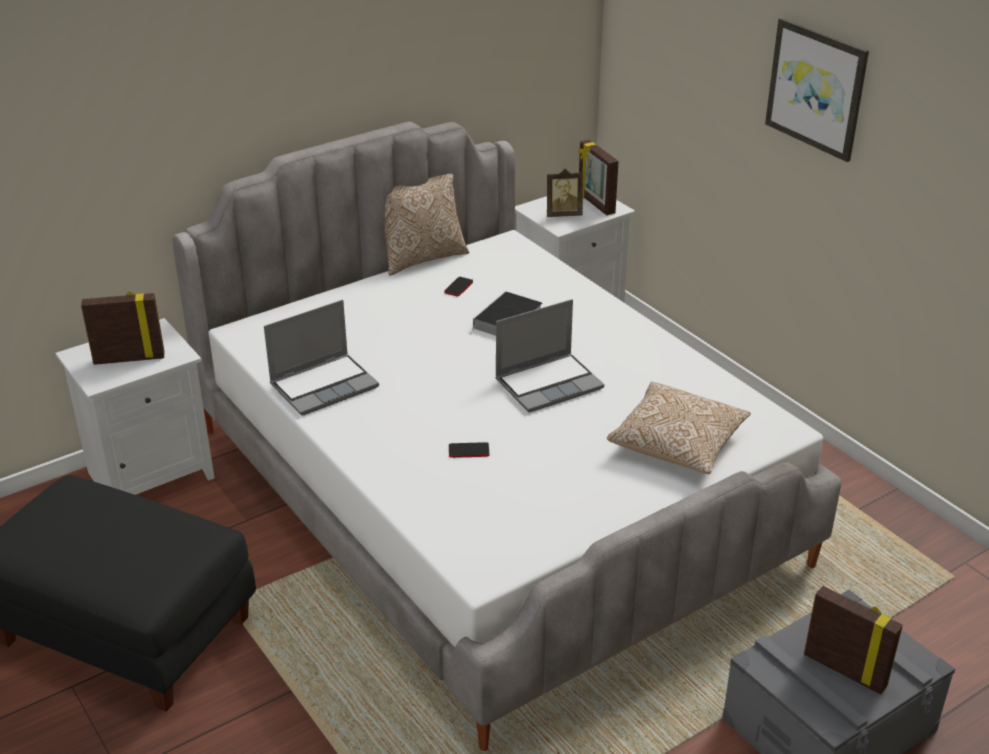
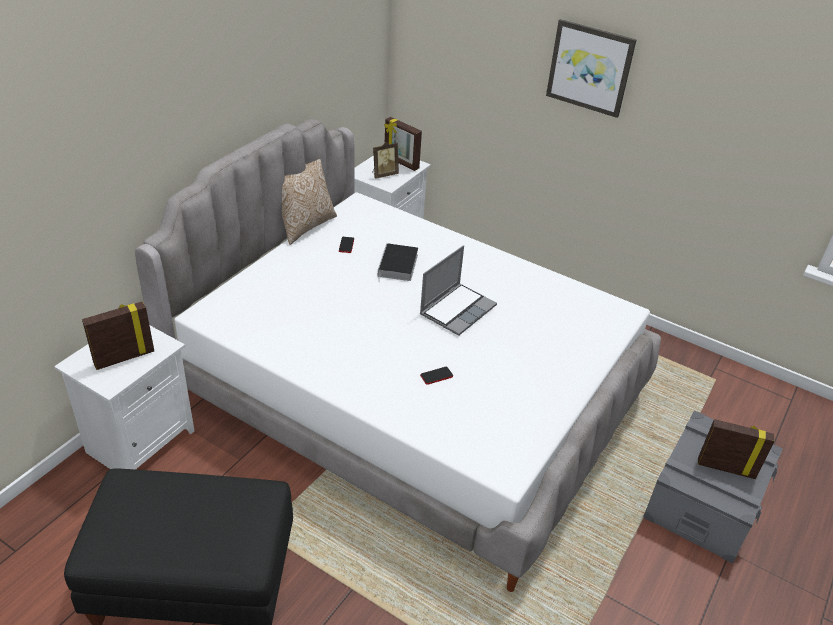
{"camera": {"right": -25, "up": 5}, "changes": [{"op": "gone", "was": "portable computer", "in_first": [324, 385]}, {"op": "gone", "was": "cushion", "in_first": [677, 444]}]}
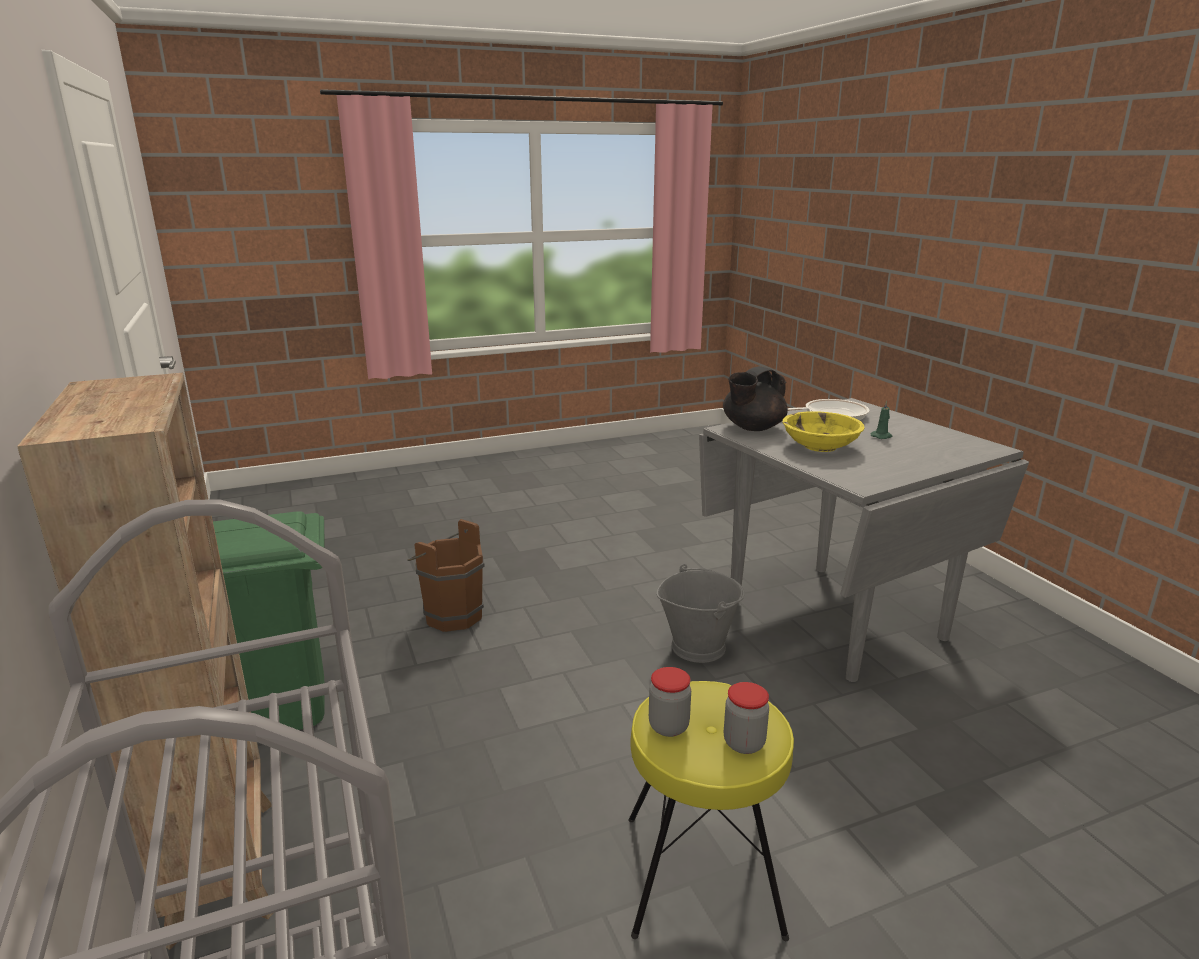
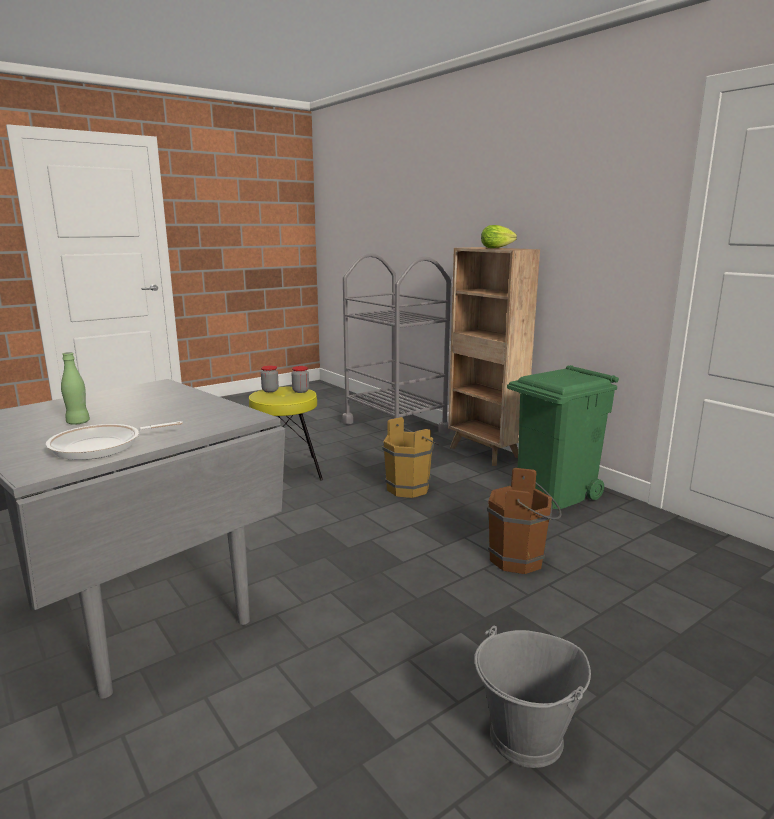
{"camera": {"right": 165, "up": -5}, "changes": [{"op": "gone", "was": "black pot for tea", "in_first": [752, 428]}, {"op": "gone", "was": "yellow-coloured serving bowl", "in_first": [820, 446]}, {"op": "new", "now": "brown-coloured water bucket", "in_second": [411, 488]}, {"op": "new", "now": "lettuce head", "in_second": [498, 248]}, {"op": "shifted", "was": "grey water bucket", "in_first": [698, 646], "in_second": [526, 738]}, {"op": "swapped", "was": "green wax light", "now": "green beverage bottle", "in_first": [882, 436], "in_second": [78, 422]}]}
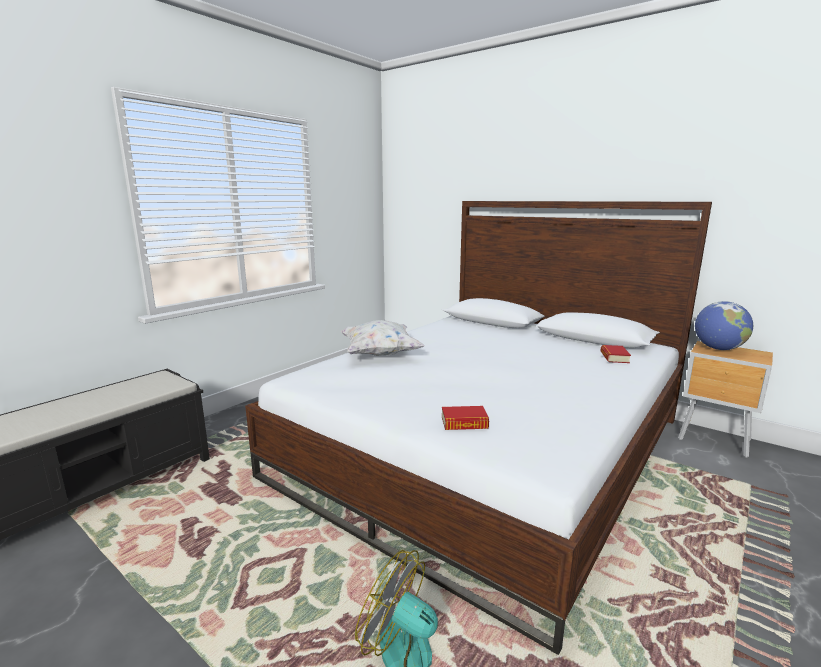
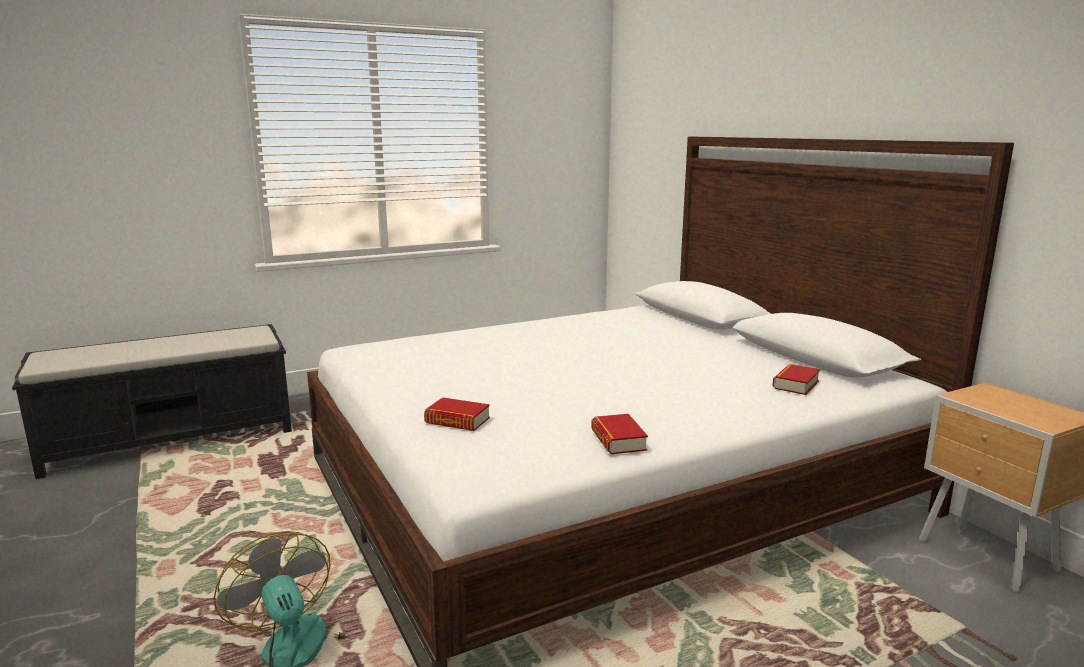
{"camera": {"right": 25, "up": 0}, "changes": [{"op": "gone", "was": "whitish cushion", "in_first": [379, 354]}, {"op": "gone", "was": "desk globe", "in_first": [718, 349]}, {"op": "new", "now": "book", "in_second": [618, 440]}]}
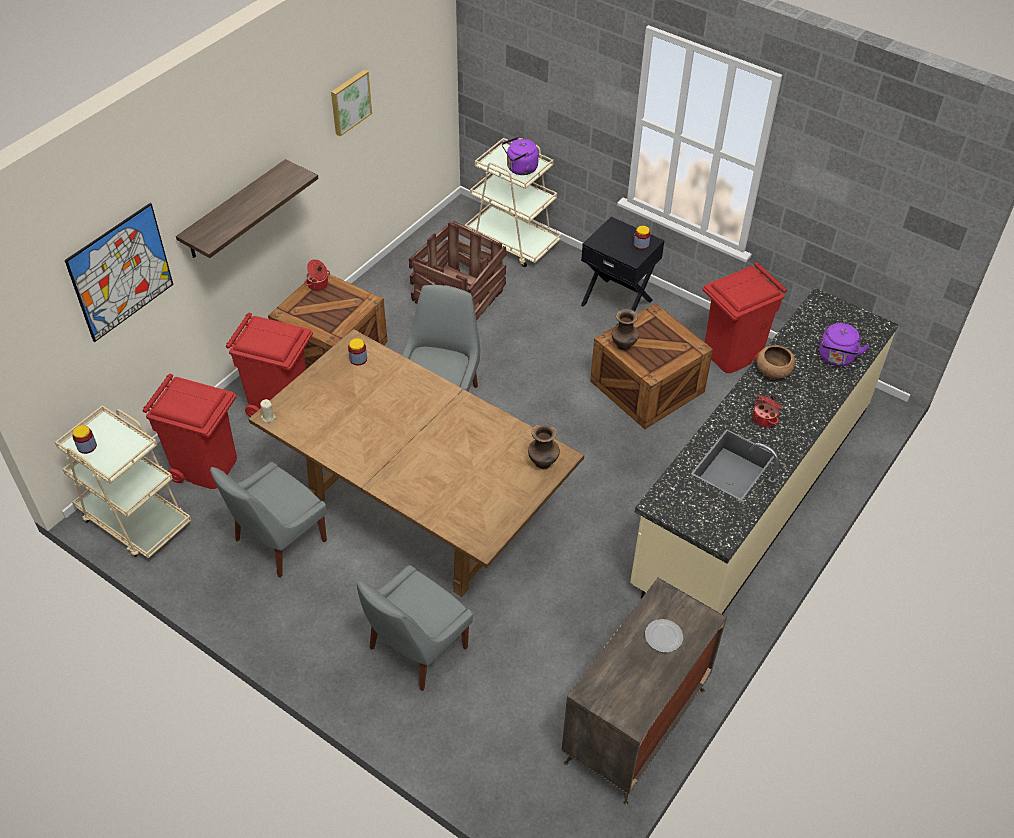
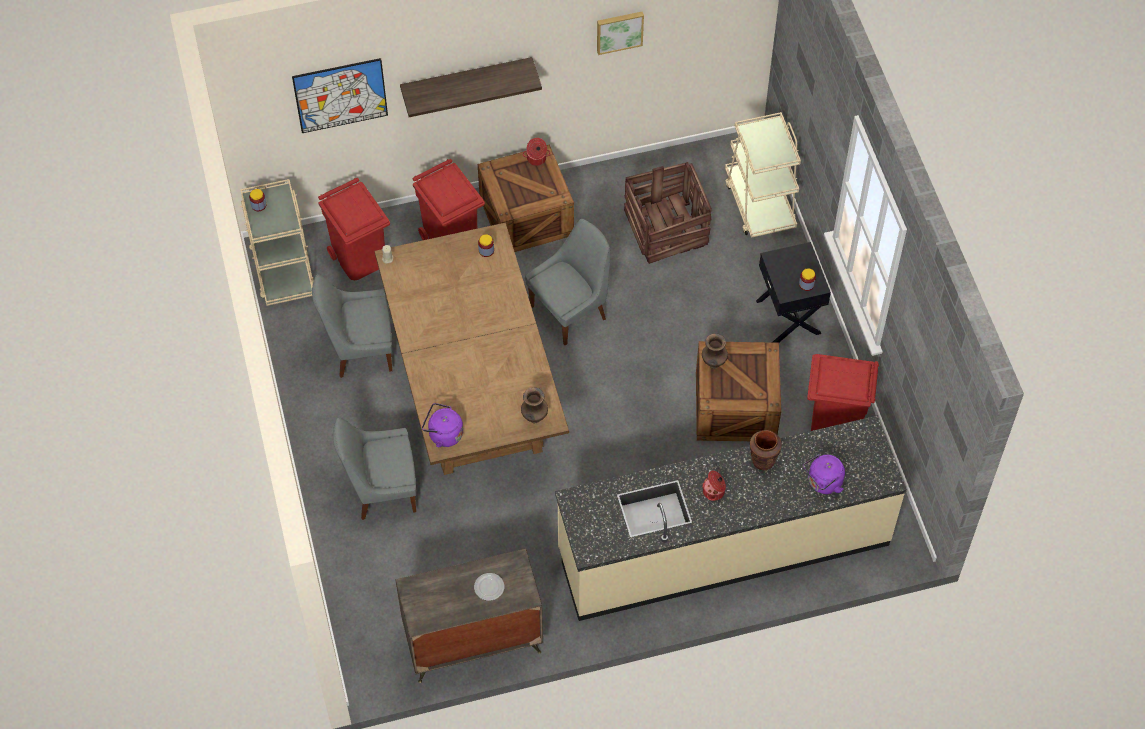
{"camera": {"right": 40, "up": 10}, "changes": [{"op": "shifted", "was": "purple-coloured kettle", "in_first": [520, 169], "in_second": [443, 434]}, {"op": "swapped", "was": "brown-coloured serving bowl", "now": "brown-coloured vase", "in_first": [773, 371], "in_second": [763, 461]}]}
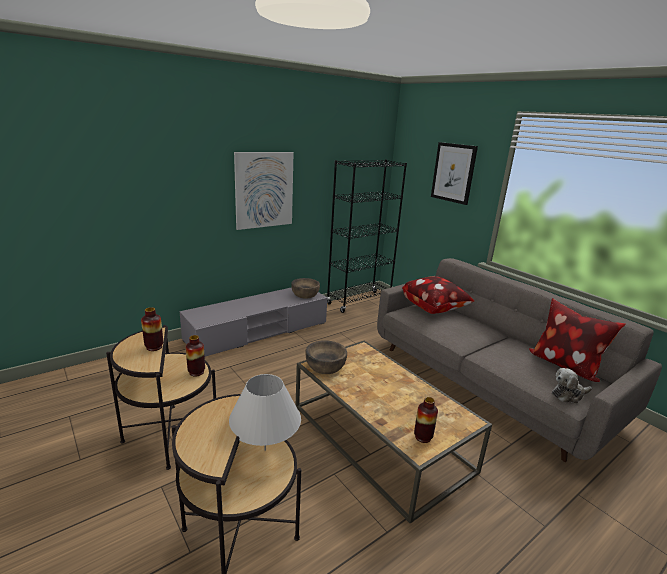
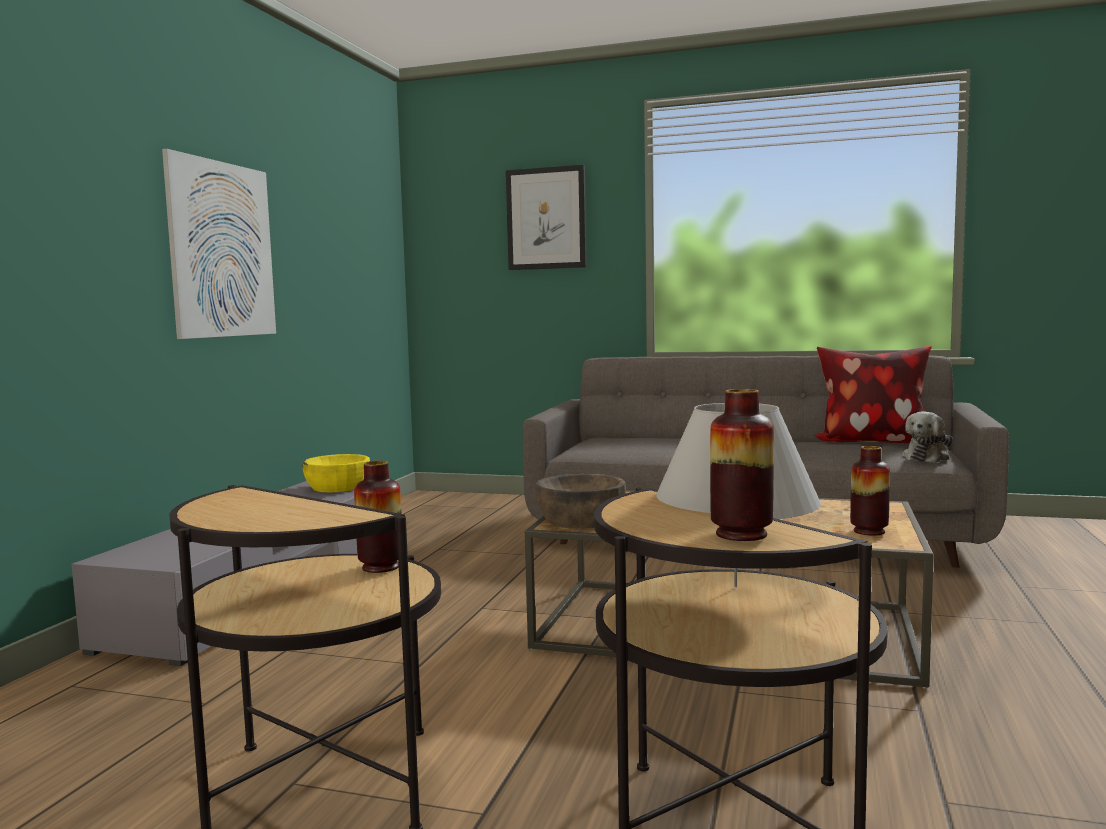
{"camera": {"right": -35, "up": -15}, "changes": [{"op": "gone", "was": "black bookshelf", "in_first": [359, 301]}, {"op": "gone", "was": "cushion", "in_first": [434, 308]}, {"op": "shifted", "was": "vase", "in_first": [154, 347], "in_second": [741, 534]}, {"op": "repainted", "was": "brown-coloured serving bowl", "now": "yellow-coloured serving bowl", "in_first": [305, 294], "in_second": [337, 487]}]}
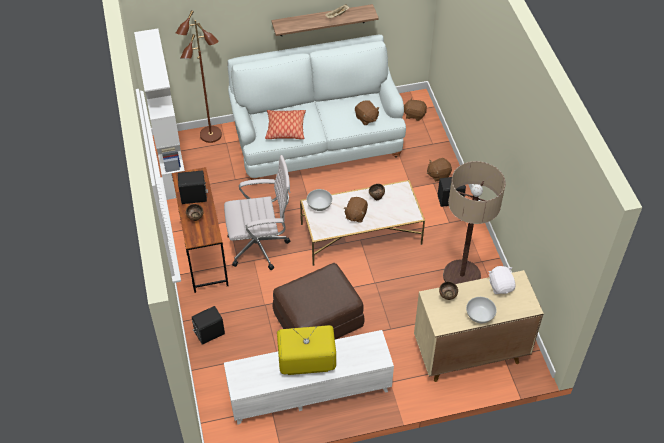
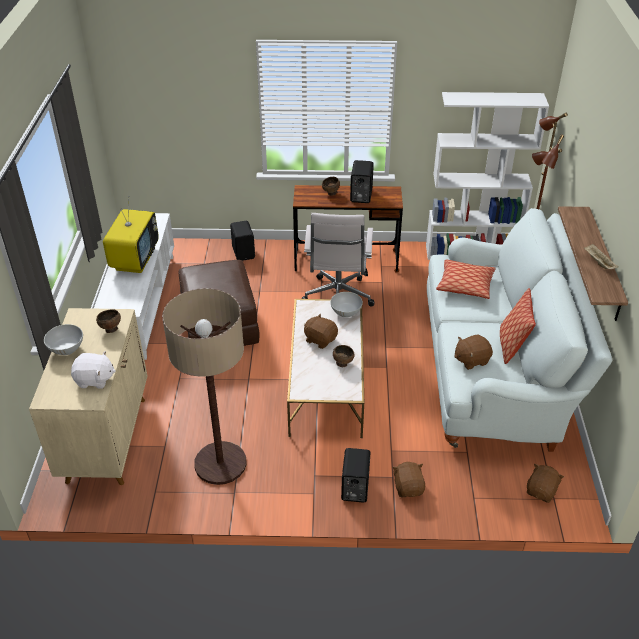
{"camera": {"right": 105, "up": -10}, "changes": [{"op": "new", "now": "cushion", "in_second": [511, 345]}]}
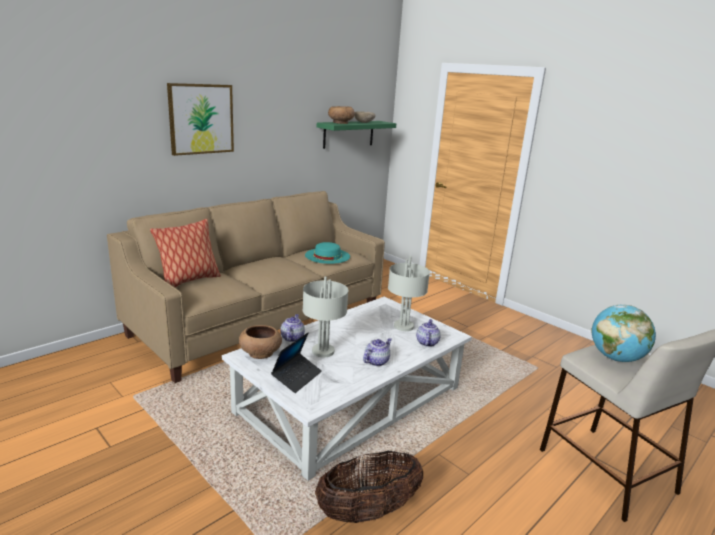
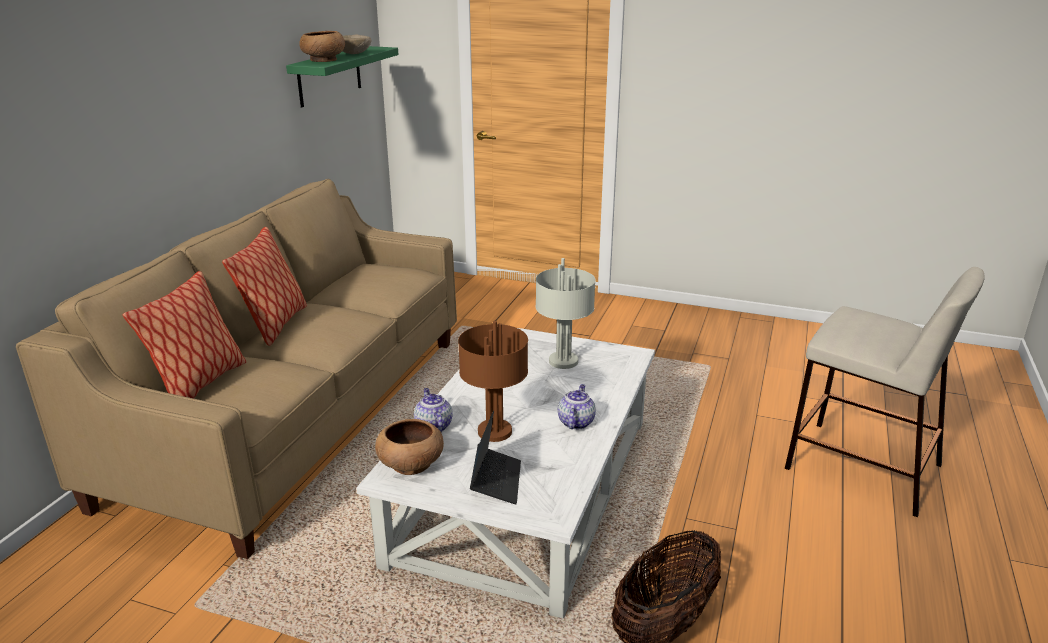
{"camera": {"right": -25, "up": 5}, "changes": [{"op": "gone", "was": "picture", "in_first": [201, 119]}, {"op": "gone", "was": "turquoise-coloured wearable hat", "in_first": [327, 255]}, {"op": "gone", "was": "pot for tea", "in_first": [427, 342]}, {"op": "gone", "was": "desk globe", "in_first": [615, 358]}, {"op": "new", "now": "cushion", "in_second": [275, 325]}, {"op": "repainted", "was": "grey table lamp", "now": "brown-coloured table lamp", "in_first": [322, 351], "in_second": [493, 432]}]}
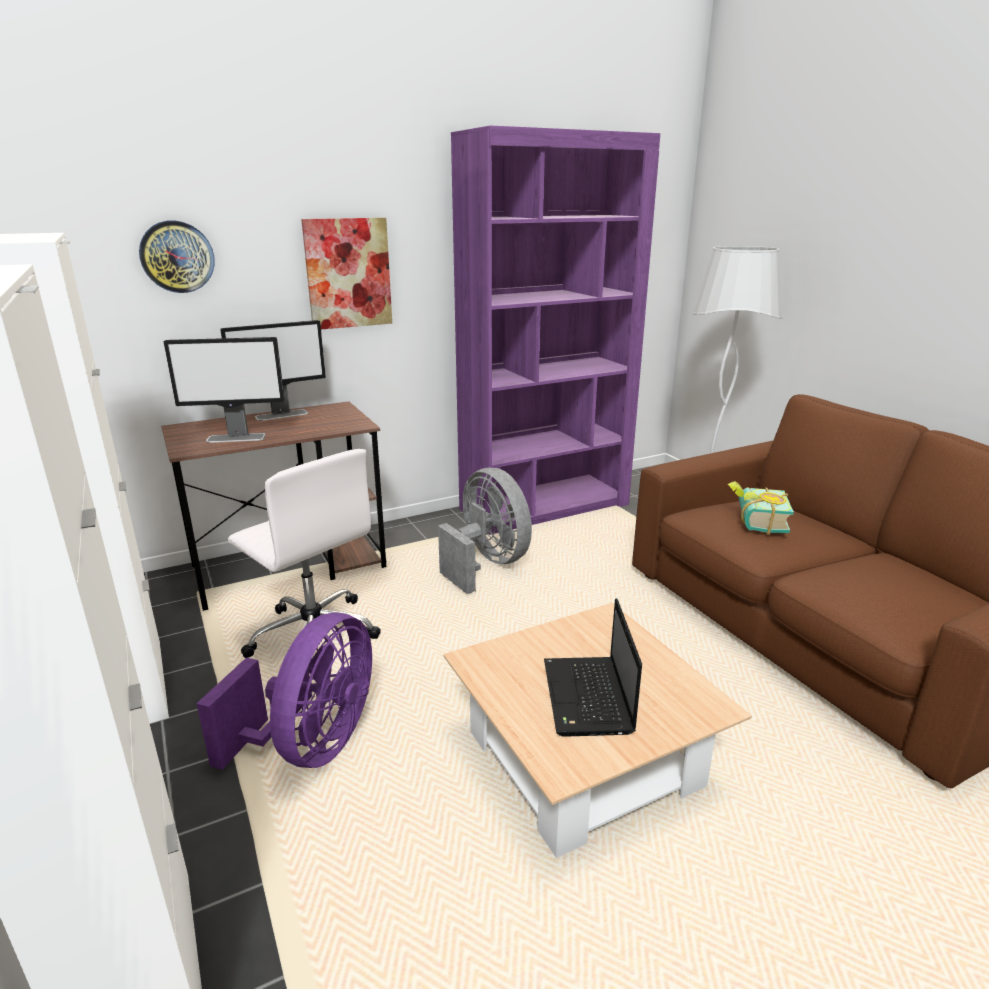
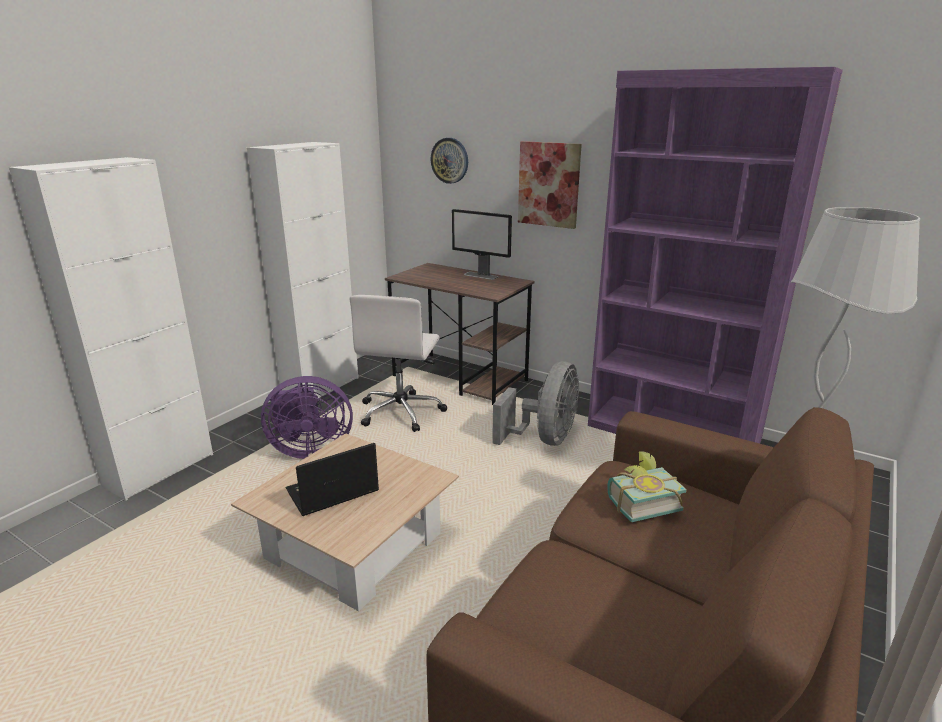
{"camera": {"right": 60, "up": 0}, "changes": [{"op": "gone", "was": "monitor", "in_first": [237, 438]}]}
